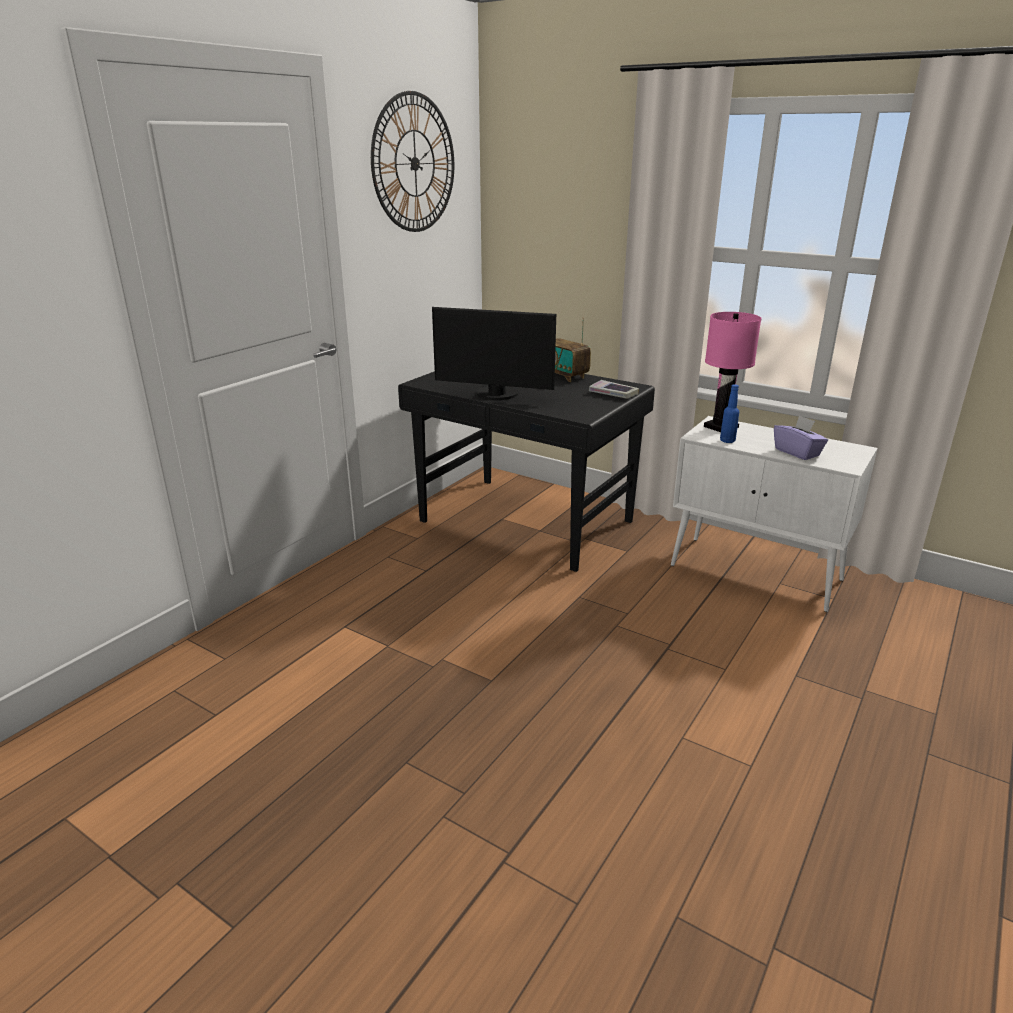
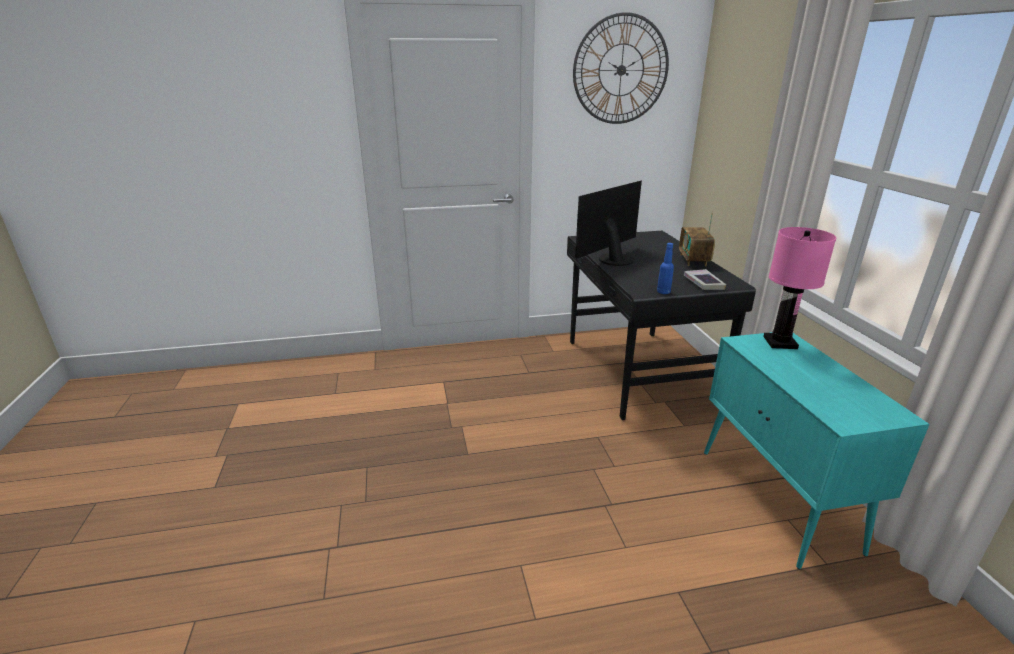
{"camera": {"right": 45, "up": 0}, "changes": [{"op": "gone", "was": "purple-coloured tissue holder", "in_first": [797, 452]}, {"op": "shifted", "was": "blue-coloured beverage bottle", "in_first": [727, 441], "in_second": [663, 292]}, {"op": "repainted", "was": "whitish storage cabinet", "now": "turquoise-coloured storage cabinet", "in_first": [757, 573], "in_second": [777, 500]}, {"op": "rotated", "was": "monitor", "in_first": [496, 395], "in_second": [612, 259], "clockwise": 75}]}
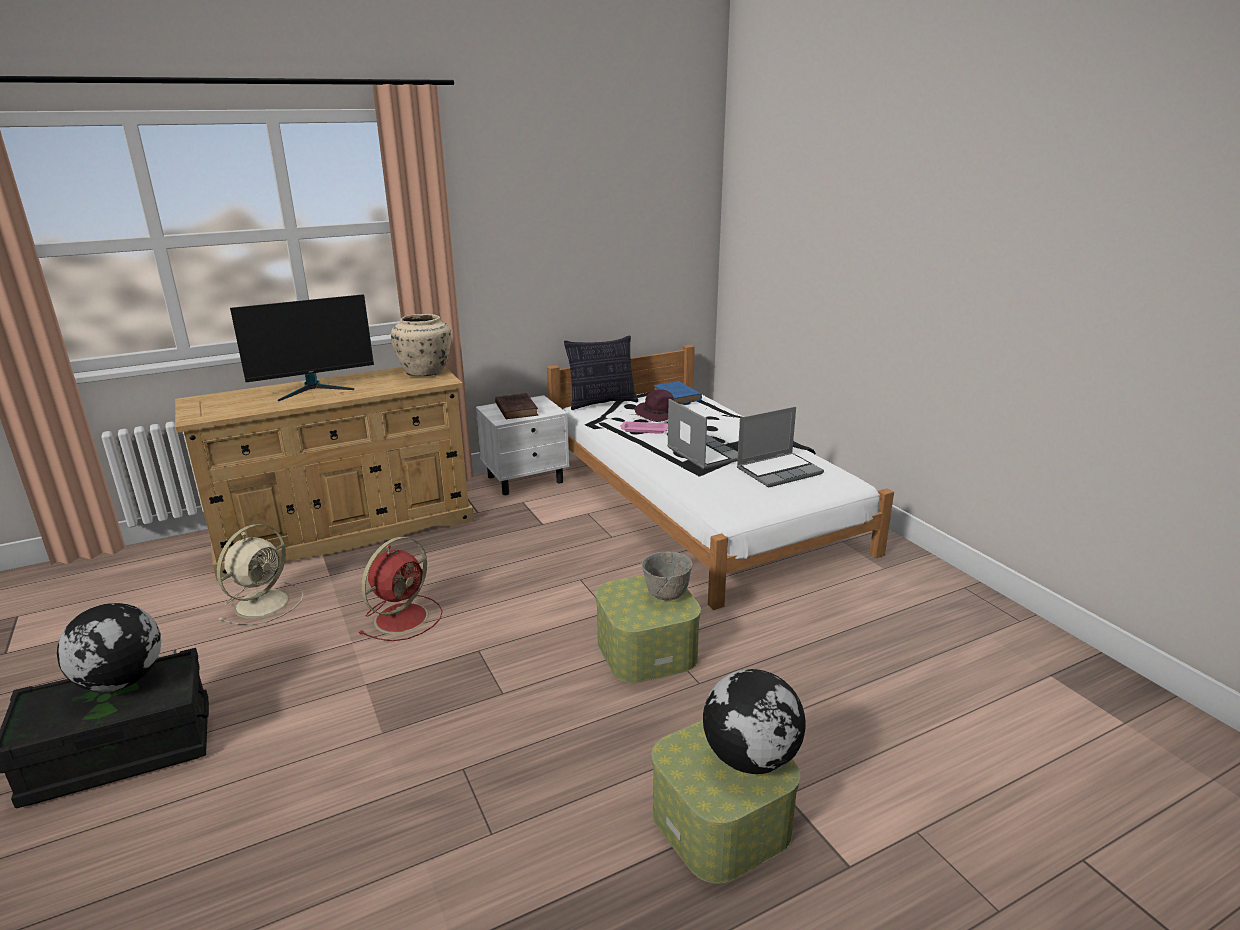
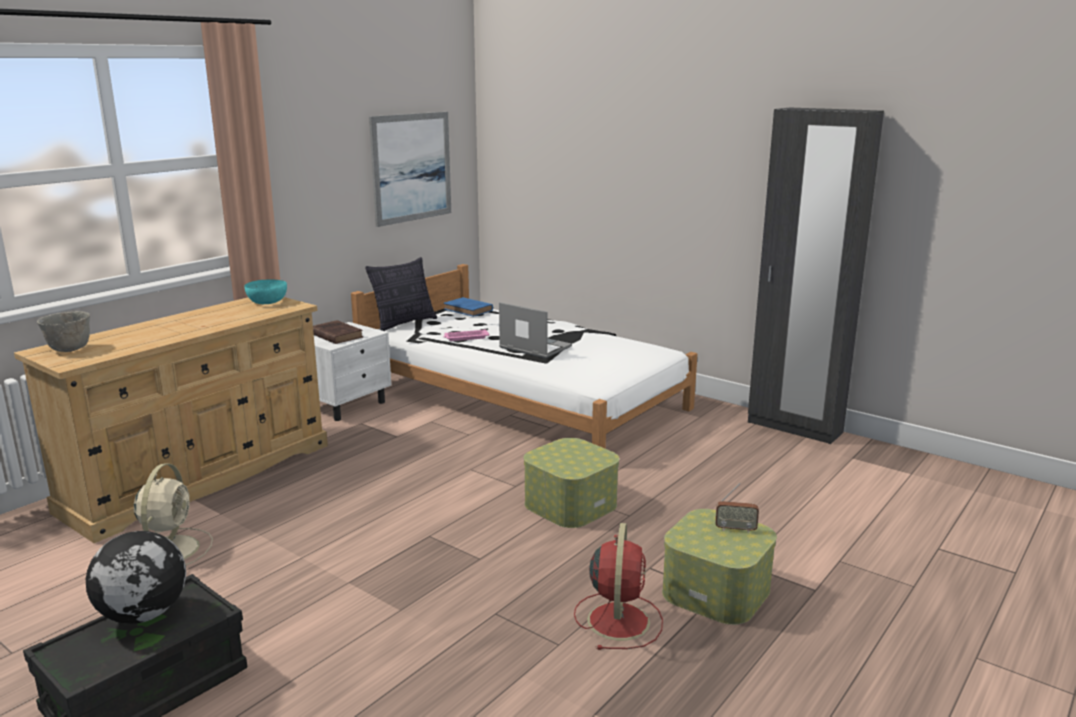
{"camera": {"right": -25, "up": -5}, "changes": [{"op": "gone", "was": "monitor", "in_first": [314, 389]}, {"op": "gone", "was": "purple-coloured wearable hat", "in_first": [660, 414]}, {"op": "gone", "was": "portable computer", "in_first": [779, 471]}, {"op": "new", "now": "picture", "in_second": [411, 167]}, {"op": "new", "now": "black armoire", "in_second": [794, 428]}, {"op": "shifted", "was": "reddish cooling fan", "in_first": [403, 617], "in_second": [618, 619]}, {"op": "shifted", "was": "grey serving bowl", "in_first": [666, 595], "in_second": [69, 349]}, {"op": "swapped", "was": "sand-coloured vase", "now": "turquoise-coloured serving bowl", "in_first": [426, 372], "in_second": [267, 302]}, {"op": "swapped", "was": "desk globe", "now": "radio receiver", "in_first": [751, 758], "in_second": [735, 529]}]}
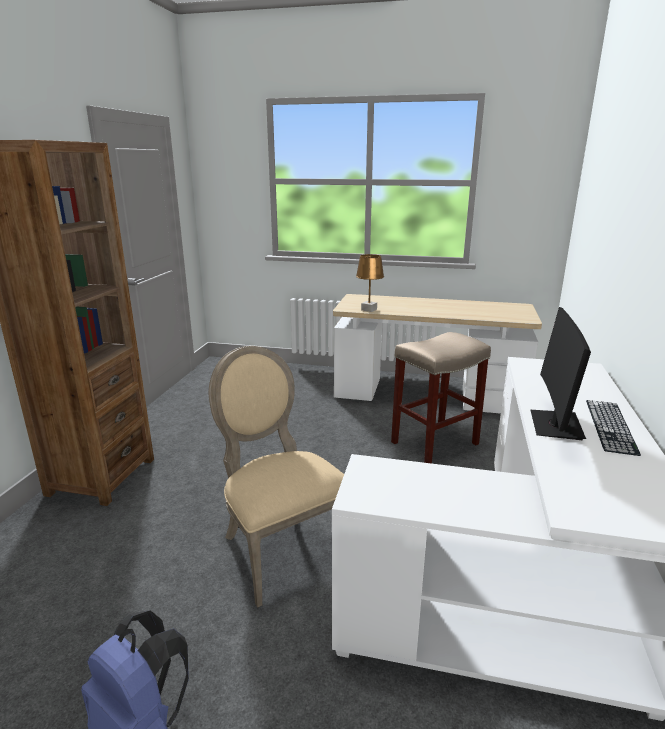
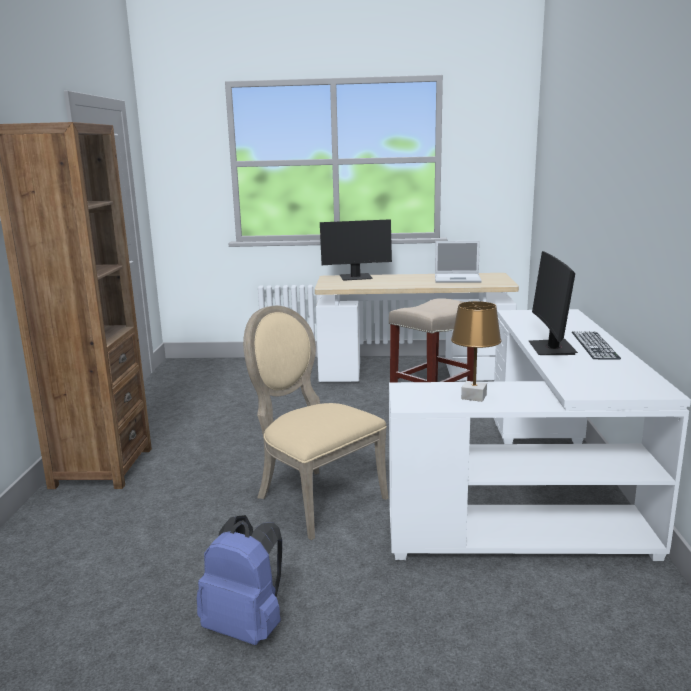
{"camera": {"right": -10, "up": -5}, "changes": [{"op": "new", "now": "monitor", "in_second": [355, 277]}, {"op": "new", "now": "portable computer", "in_second": [458, 278]}, {"op": "shifted", "was": "brown-coloured table lamp", "in_first": [368, 309], "in_second": [473, 397]}]}
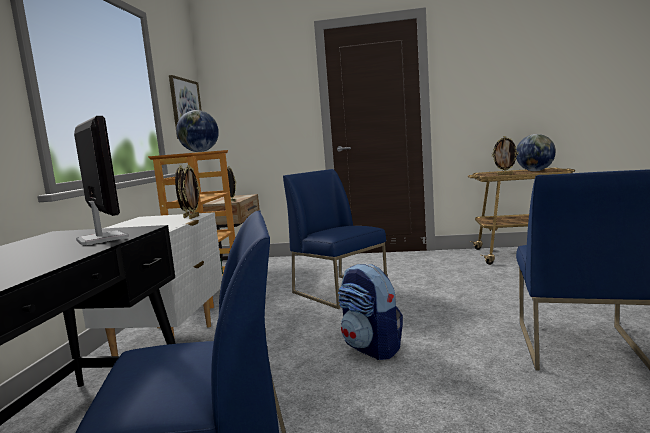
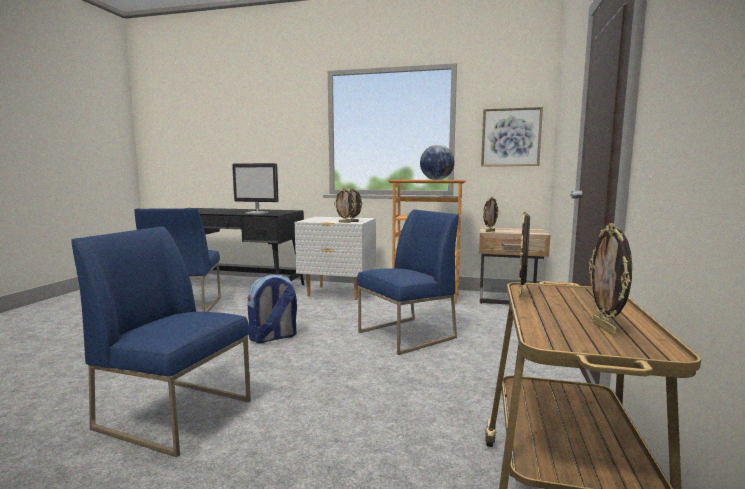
{"camera": {"right": 95, "up": 0}, "changes": [{"op": "swapped", "was": "desk globe", "now": "picture frame", "in_first": [535, 171], "in_second": [605, 328]}, {"op": "rotated", "was": "monitor", "in_first": [101, 239], "in_second": [257, 213], "clockwise": 45}]}
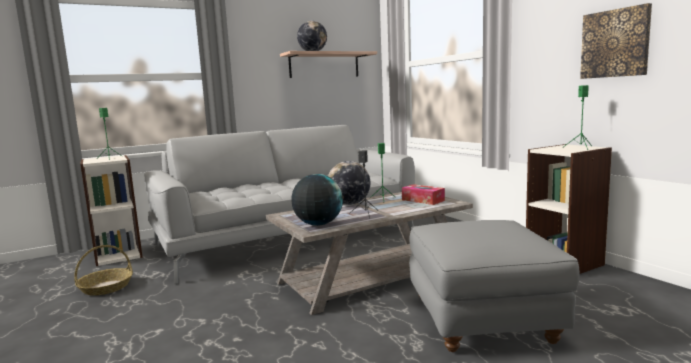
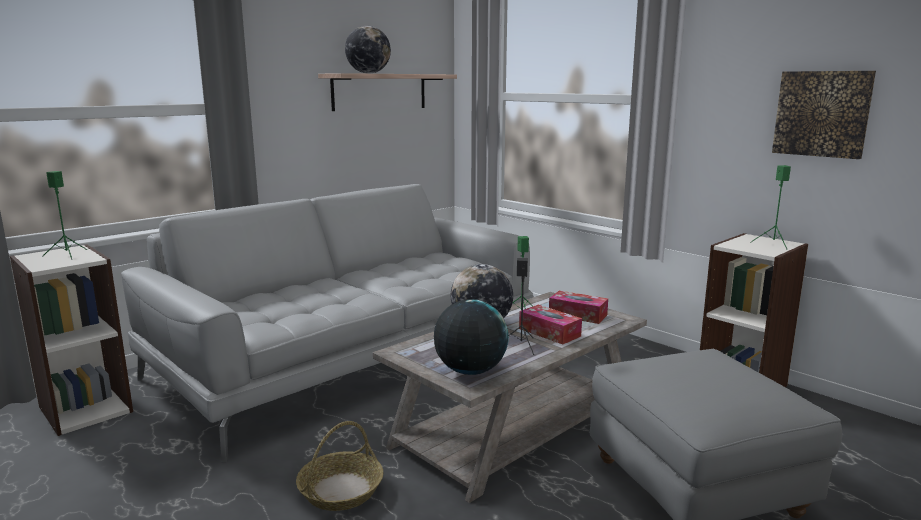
{"camera": {"right": -15, "up": 5}, "changes": [{"op": "new", "now": "tissue holder", "in_second": [549, 332]}, {"op": "shifted", "was": "storage basket", "in_first": [106, 287], "in_second": [341, 490]}]}
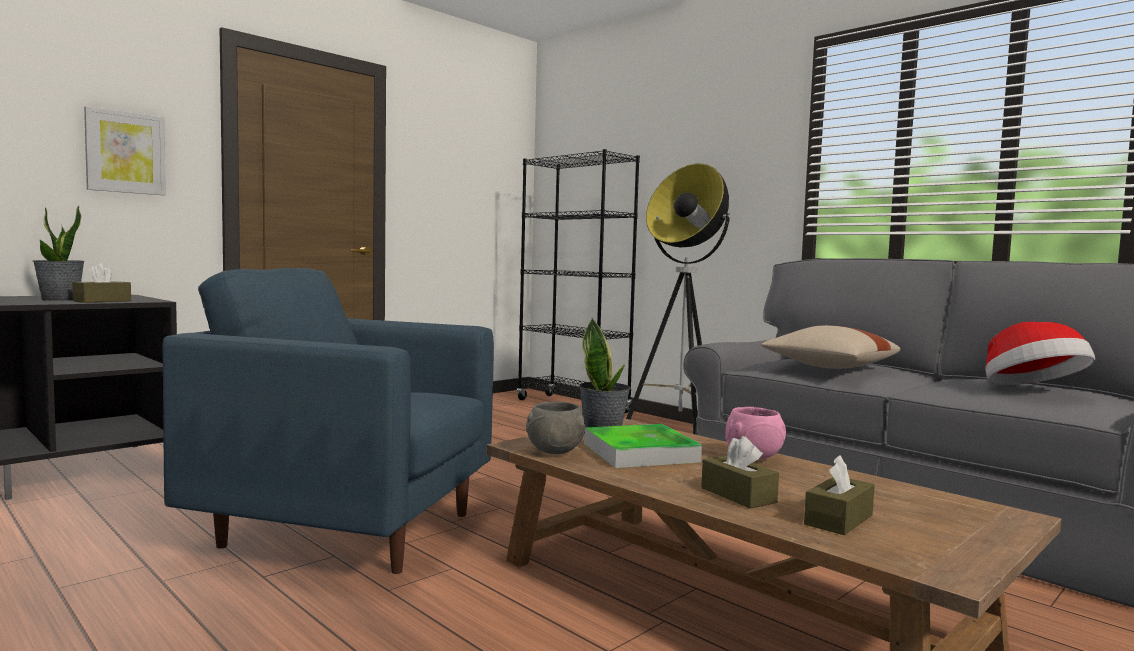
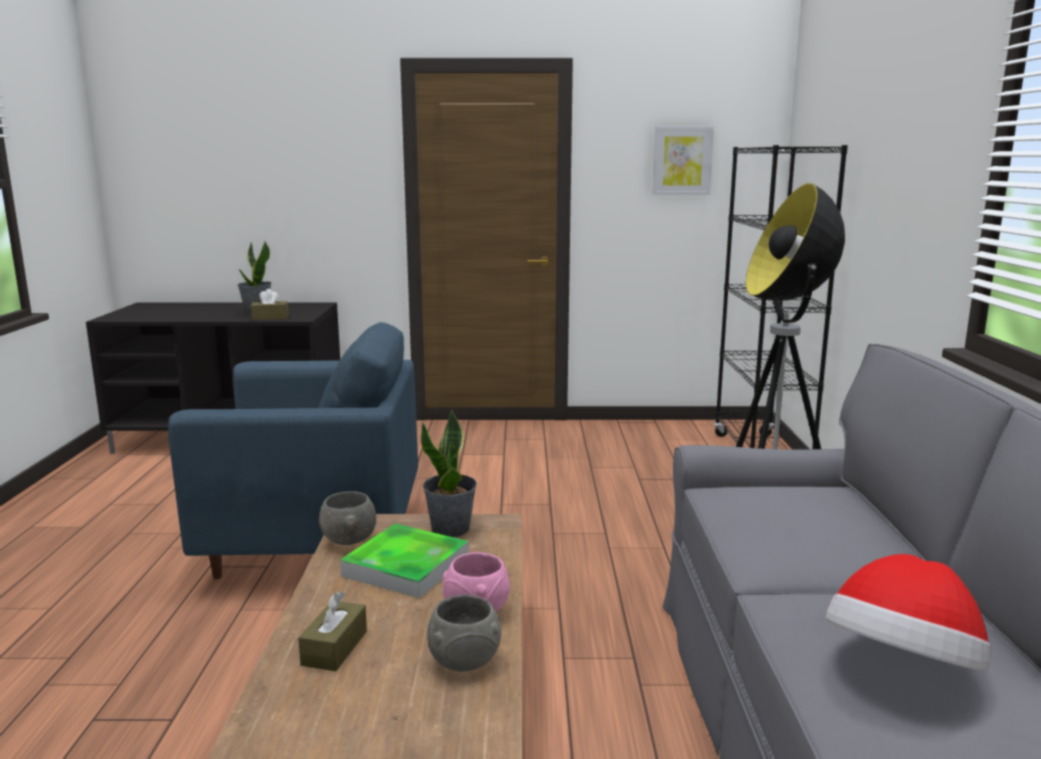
{"camera": {"right": 45, "up": 10}, "changes": [{"op": "gone", "was": "sand-coloured cushion", "in_first": [828, 367]}, {"op": "gone", "was": "brown-coloured tissue holder", "in_first": [838, 520]}, {"op": "new", "now": "grey serving bowl", "in_second": [464, 662]}, {"op": "shifted", "was": "picture", "in_first": [125, 152], "in_second": [682, 161]}, {"op": "rotated", "was": "blue-coloured lounge chair", "in_first": [350, 529], "in_second": [314, 546], "clockwise": 120}]}
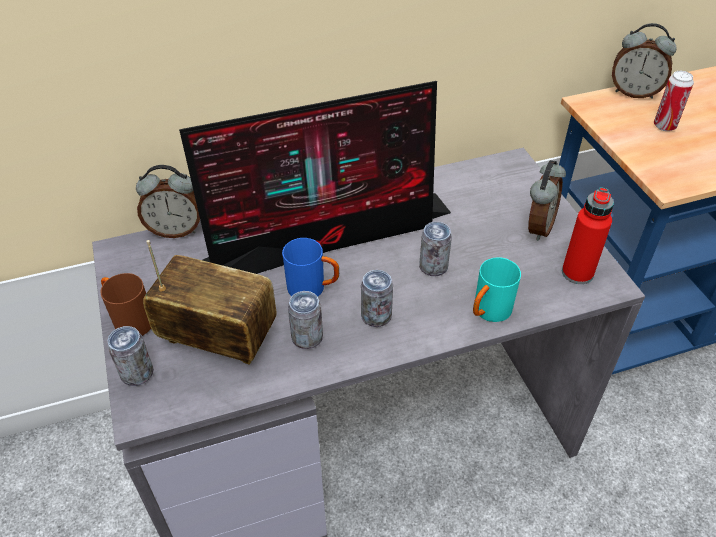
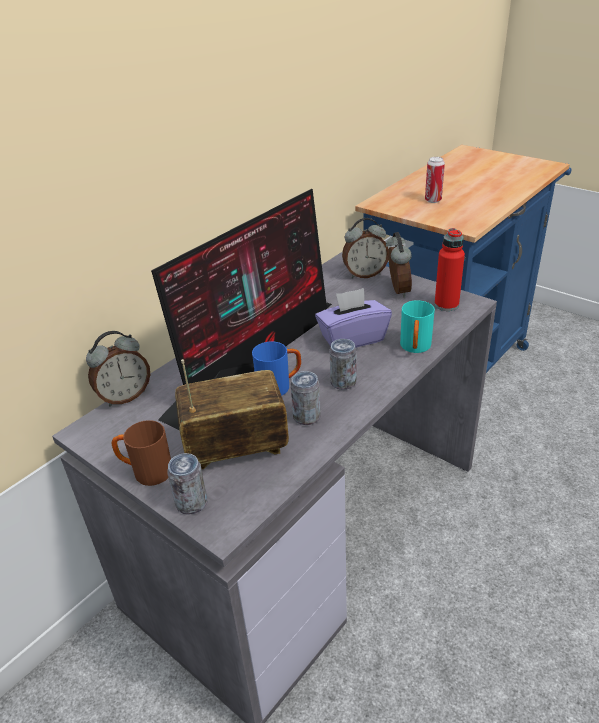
{"camera": {"right": -30, "up": -10}, "changes": [{"op": "shifted", "was": "table clock", "in_first": [634, 92], "in_second": [365, 274]}, {"op": "swapped", "was": "sealed can", "now": "purple-coloured tissue holder", "in_first": [433, 267], "in_second": [352, 338]}]}
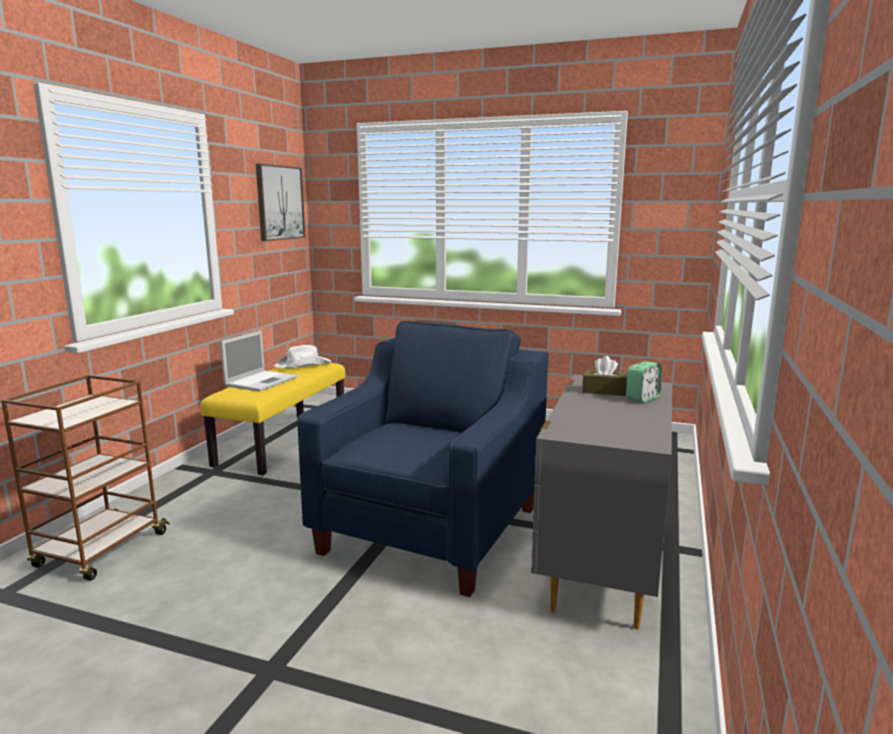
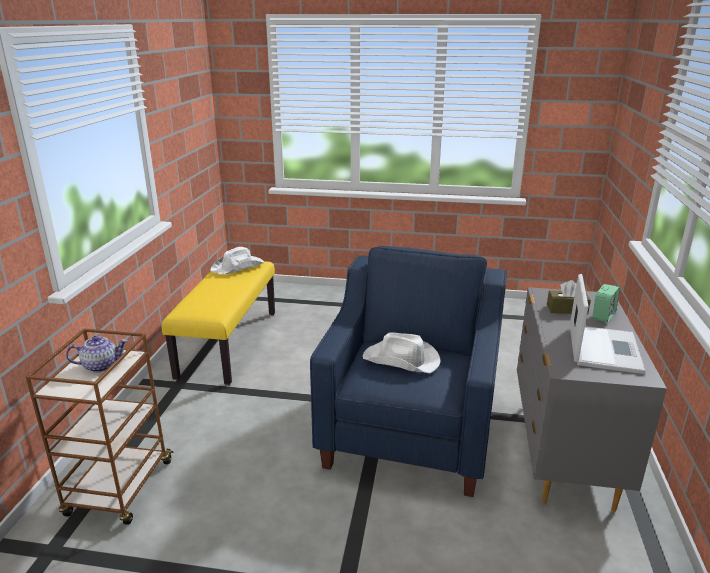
{"camera": {"right": -10, "up": 10}, "changes": [{"op": "gone", "was": "picture", "in_first": [279, 203]}, {"op": "new", "now": "pot for tea", "in_second": [101, 365]}, {"op": "new", "now": "whitish wearable hat", "in_second": [402, 360]}, {"op": "shifted", "was": "portable computer", "in_first": [262, 381], "in_second": [603, 348]}]}
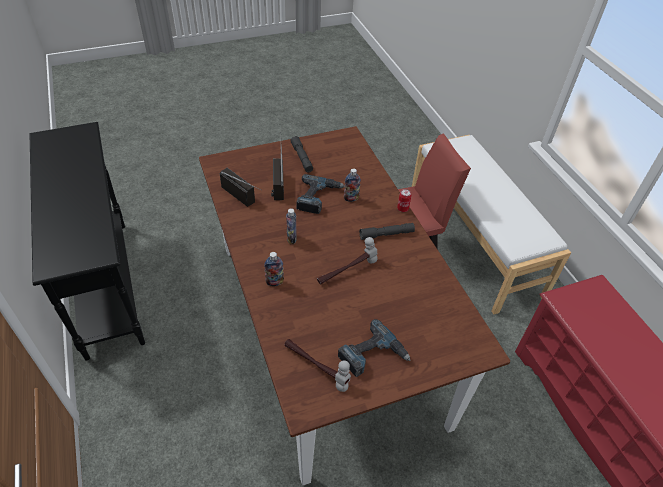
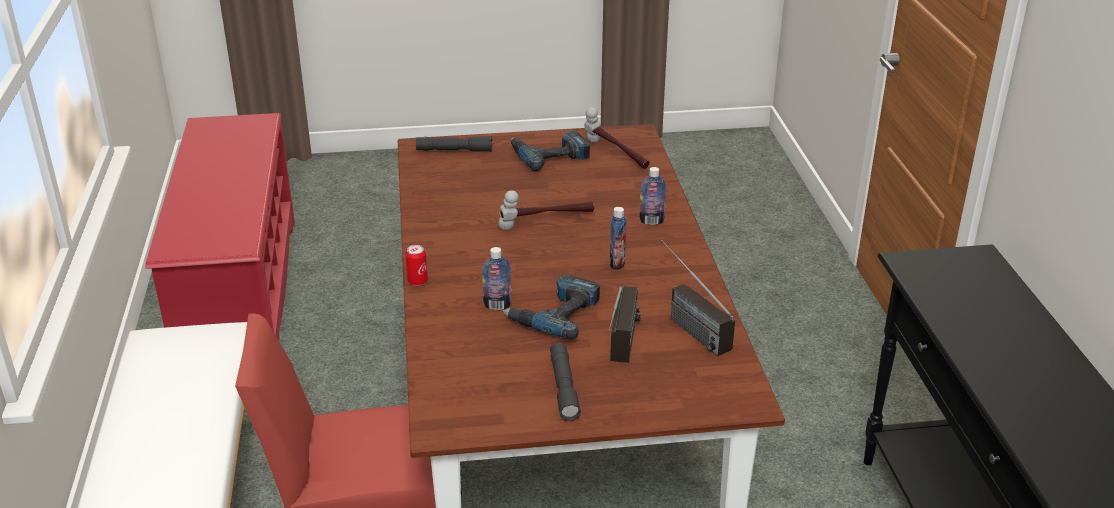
{"camera": {"right": -165, "up": -15}, "changes": [{"op": "shifted", "was": "grey hand torch", "in_first": [386, 234], "in_second": [454, 150]}]}
